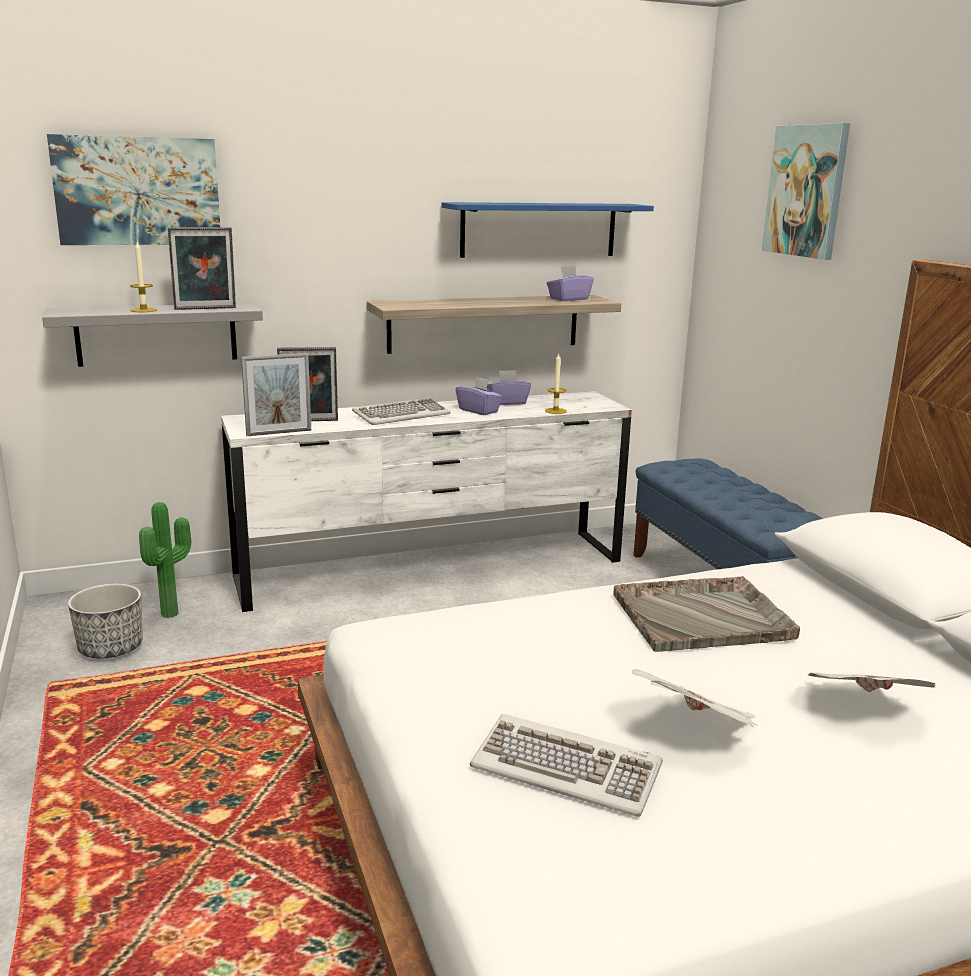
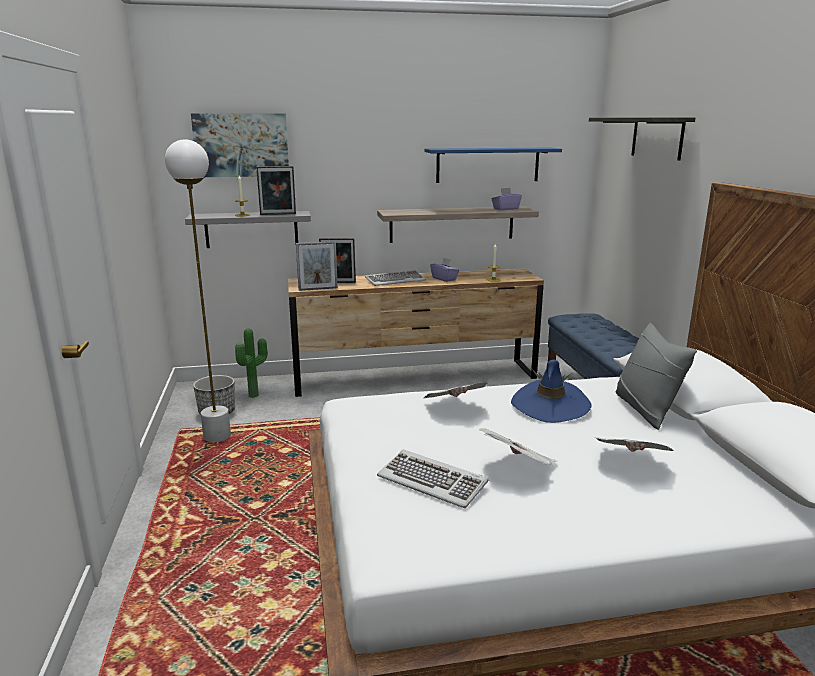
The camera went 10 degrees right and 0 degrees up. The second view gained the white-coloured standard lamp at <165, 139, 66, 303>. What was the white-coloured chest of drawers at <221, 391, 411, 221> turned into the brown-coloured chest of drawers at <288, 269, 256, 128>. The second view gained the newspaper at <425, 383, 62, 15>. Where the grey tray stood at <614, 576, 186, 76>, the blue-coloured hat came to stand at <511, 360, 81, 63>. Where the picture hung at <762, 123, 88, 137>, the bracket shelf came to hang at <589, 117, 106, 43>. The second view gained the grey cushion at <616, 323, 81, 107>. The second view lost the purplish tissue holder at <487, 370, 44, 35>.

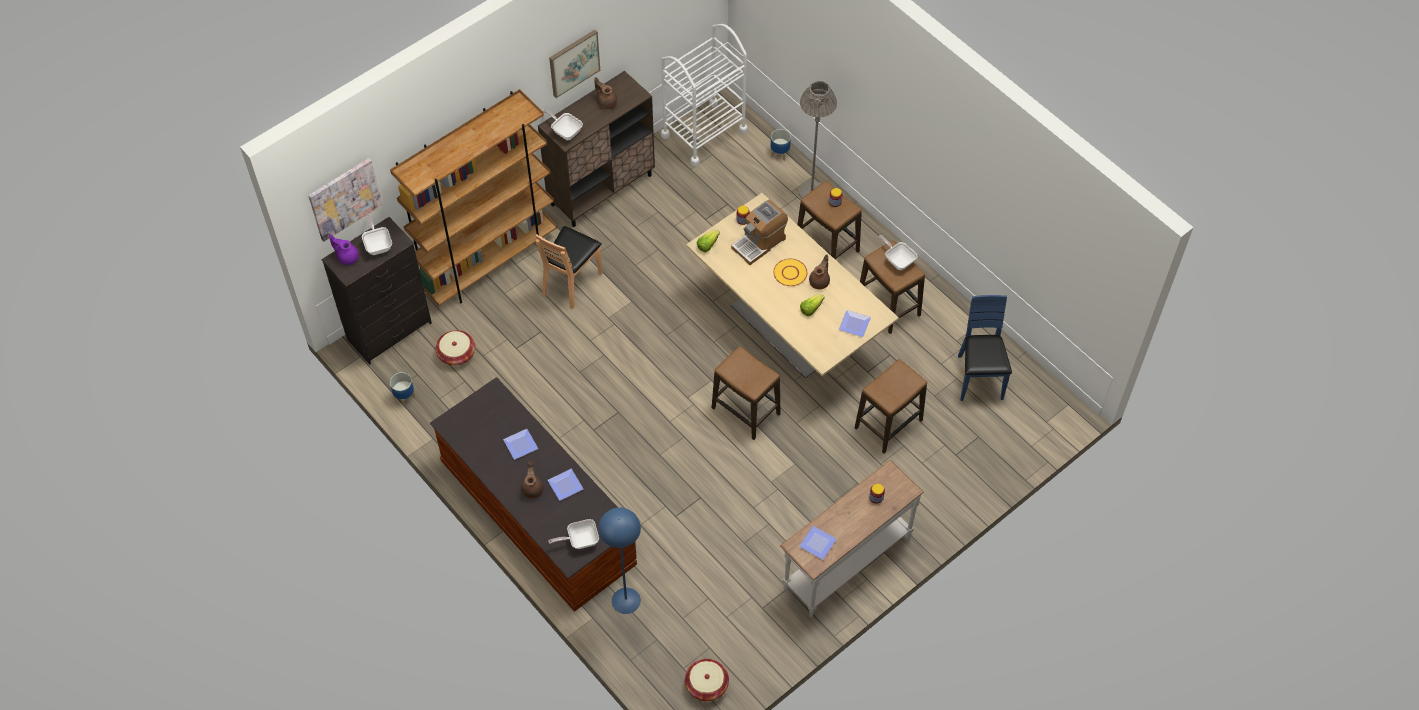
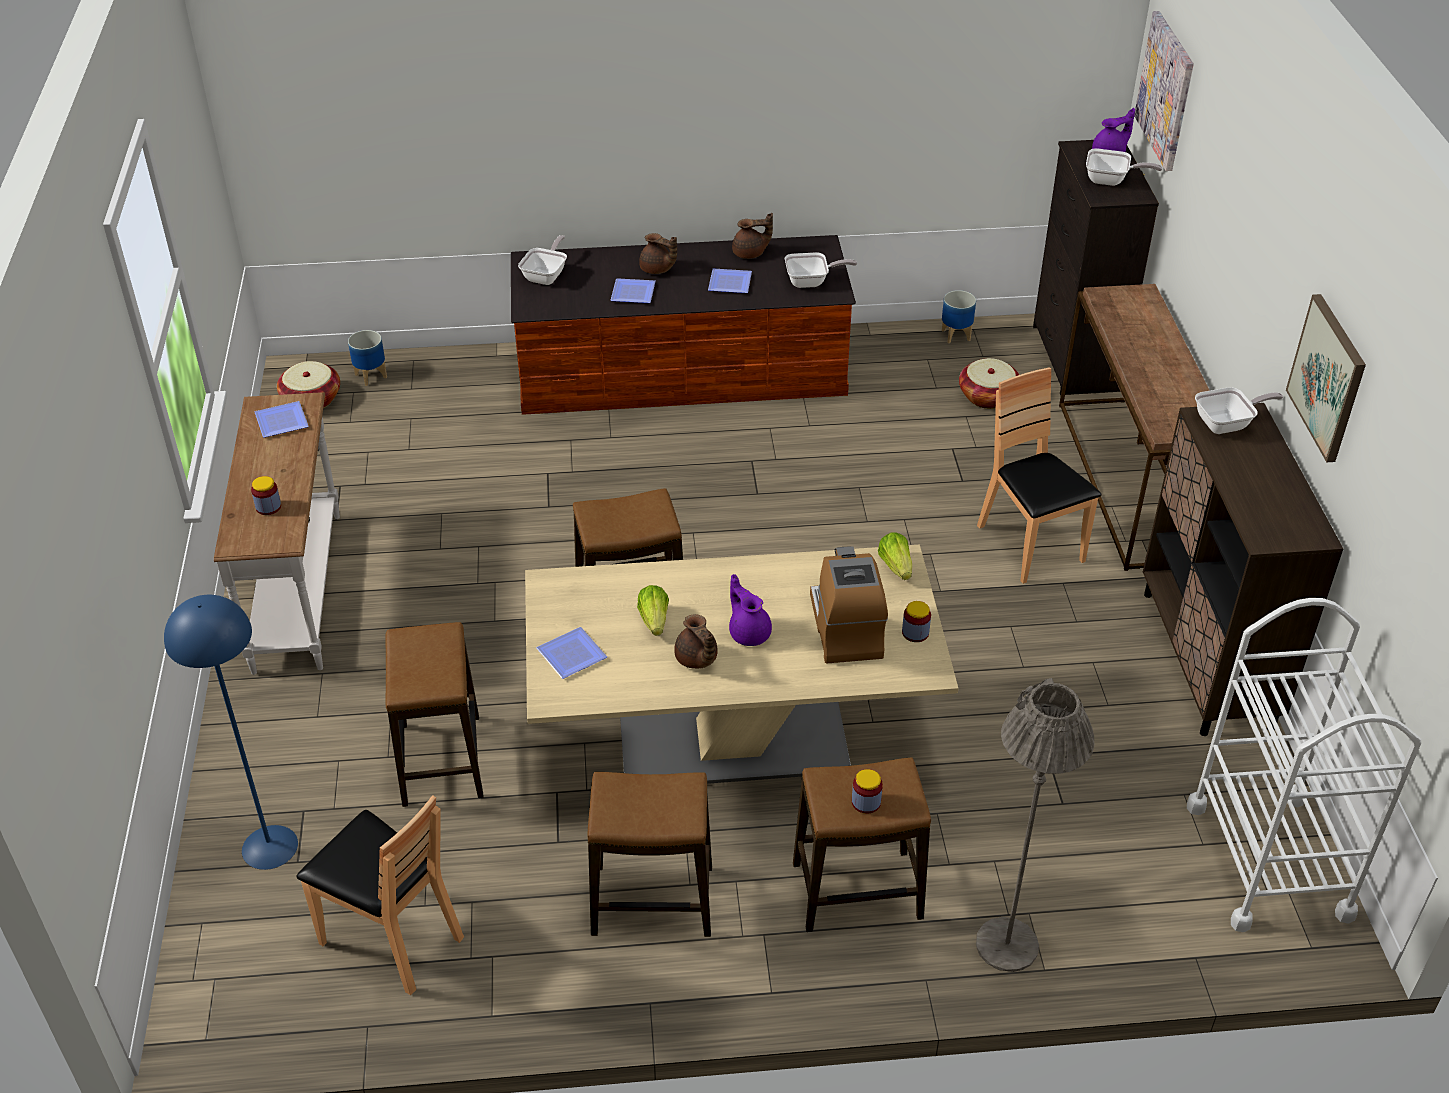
The camera went 125 degrees right and 15 degrees down. The blue-coloured standard lamp ended up elsewhere, having gone from <598, 508, 43, 106> to <164, 595, 134, 275>. What was the blue-coloured upright chair at <958, 295, 54, 106> turned into the brown-coloured upright chair at <297, 795, 167, 200>. The flower pot ended up elsewhere, having gone from <771, 129, 20, 32> to <348, 330, 39, 56>. Where the yellowish plate stood at <773, 258, 34, 28>, the purplish tea pot came to stand at <729, 574, 43, 72>. The brown-coloured tea pot ended up elsewhere, having gone from <594, 77, 23, 32> to <732, 213, 41, 46>. The frying pan ended up elsewhere, having gone from <879, 235, 38, 35> to <785, 252, 72, 36>. Where the brown-coloured bookcase stood at <390, 89, 167, 218>, the brown-coloured console table came to stand at <1059, 284, 151, 287>.

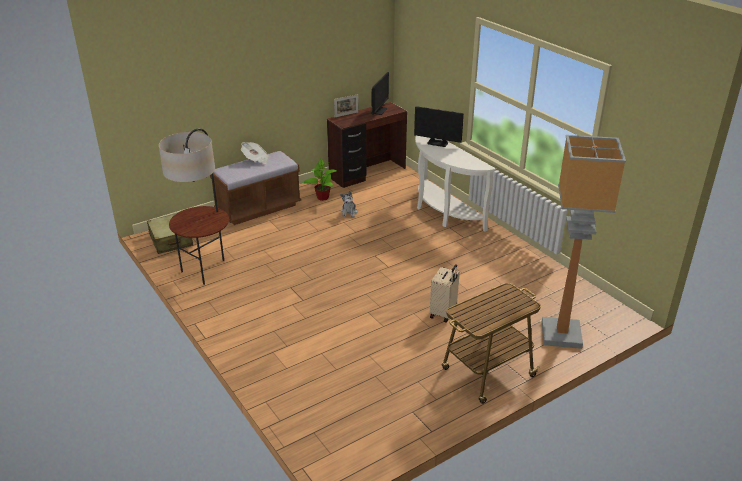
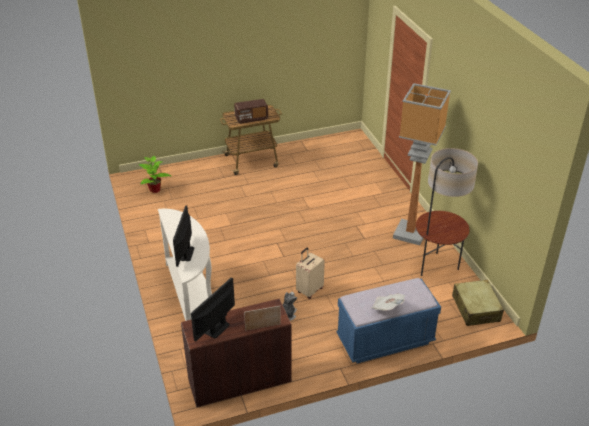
The camera went 165 degrees left and 5 degrees up. The plant in a pot ended up elsewhere, having gone from <302, 158, 35, 43> to <139, 156, 32, 37>. The monitor at <414, 106, 50, 41> ended up facing another way, 120 degrees counterclockwise from before. The second view gained the radio set at <234, 99, 34, 24>. The sand-coloured travel case ended up elsewhere, having gone from <430, 264, 30, 58> to <296, 248, 29, 51>. What was the brown-coloured bench at <210, 151, 91, 74> turned into the blue-coloured bench at <336, 278, 105, 85>. The standard lamp ended up elsewhere, having gone from <542, 135, 84, 214> to <393, 83, 58, 162>.

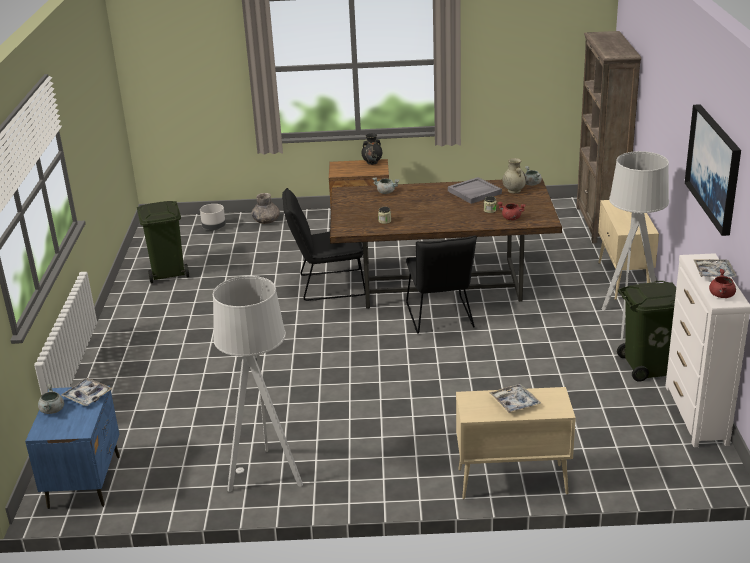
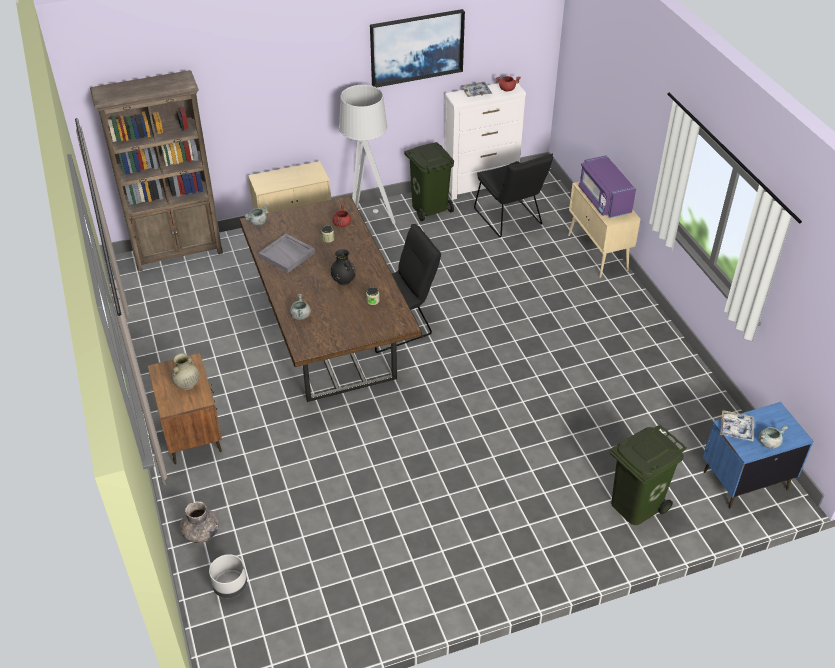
The camera went 110 degrees left and 15 degrees up. The sand-coloured decorative vase ended up elsewhere, having gone from <502, 158, 24, 35> to <171, 353, 28, 37>. The black-coloured decorative vase ended up elsewhere, having gone from <362, 133, 20, 32> to <331, 249, 25, 36>. The black-coloured upright chair ended up elsewhere, having gone from <282, 188, 83, 113> to <474, 153, 79, 84>. Where the tray stood at <489, 384, 52, 29>, the purplish microwave came to stand at <578, 155, 58, 63>. The greenish waste bin ended up elsewhere, having gone from <137, 201, 52, 83> to <610, 425, 77, 100>. The second view lost the grey standard lamp at <213, 276, 90, 216>.

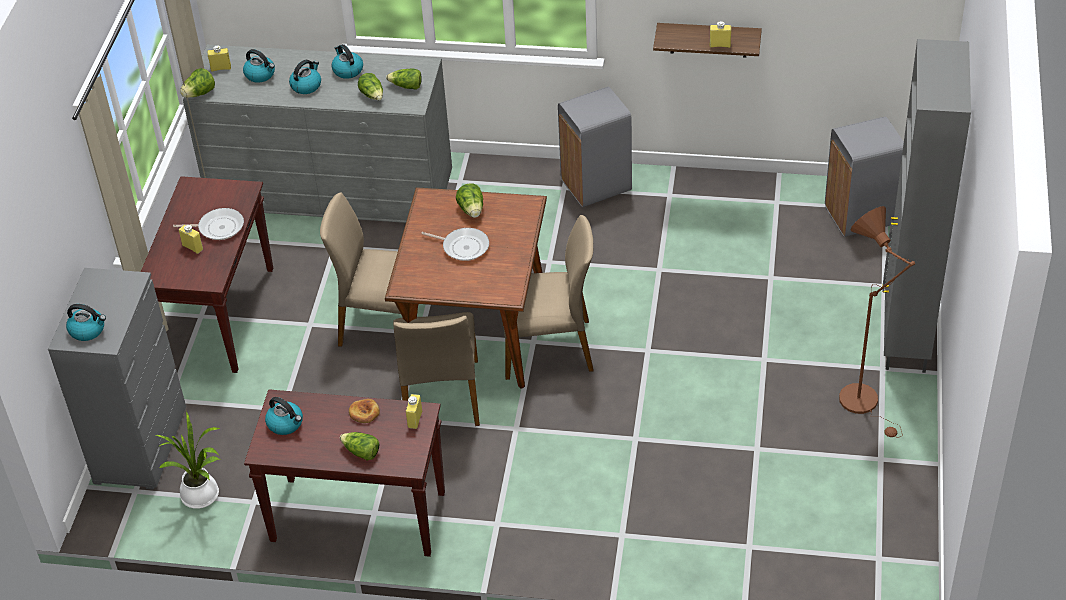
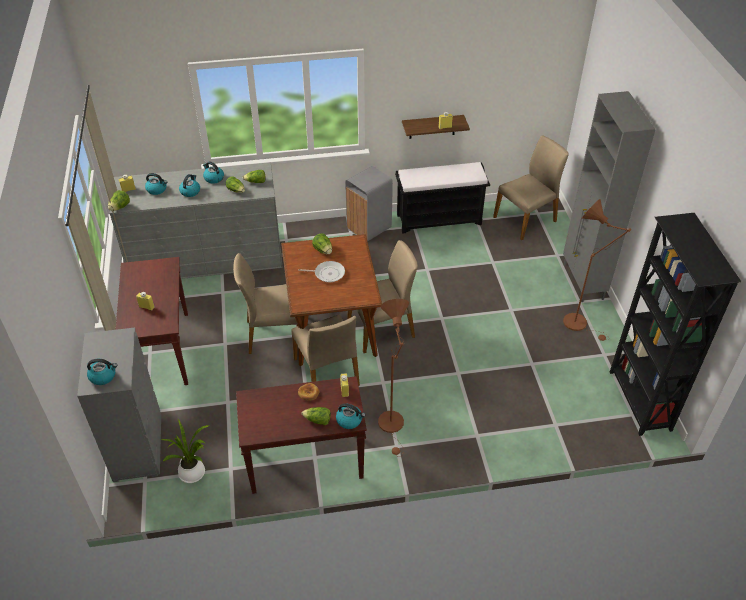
The camera went 20 degrees left and 0 degrees up. The tea kettle ended up elsewhere, having gone from <265, 397, 38, 38> to <336, 403, 29, 26>. The second view gained the brown-coloured standard lamp at <378, 299, 31, 156>. The second view gained the black-coloured bench at <395, 162, 95, 72>. Where the grey waste bin stood at <825, 116, 79, 121>, the sand-coloured upright chair came to stand at <493, 136, 76, 104>. The second view gained the black-coloured bookcase at <610, 213, 131, 223>. The second view lost the frying pan at <173, 208, 71, 32>.

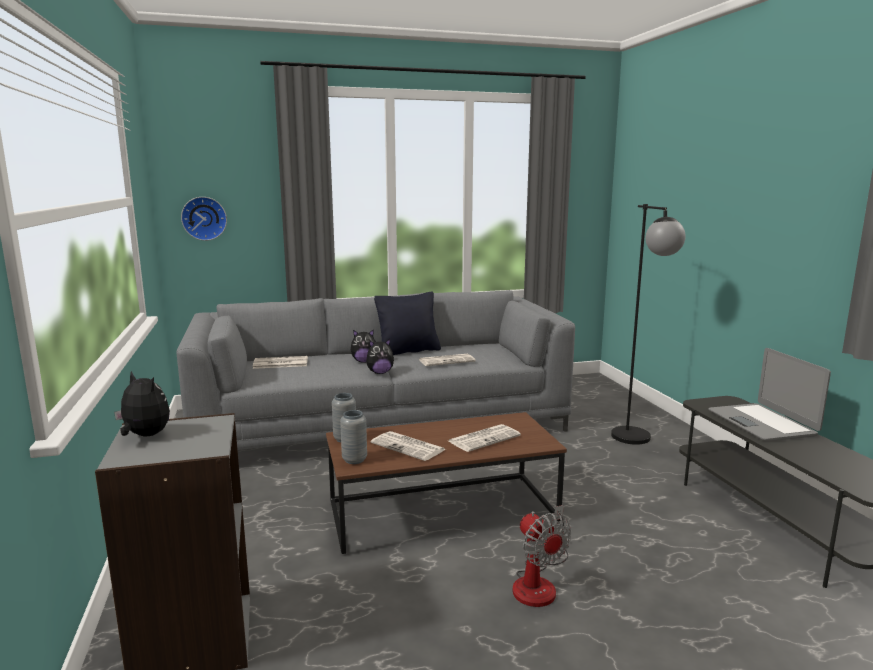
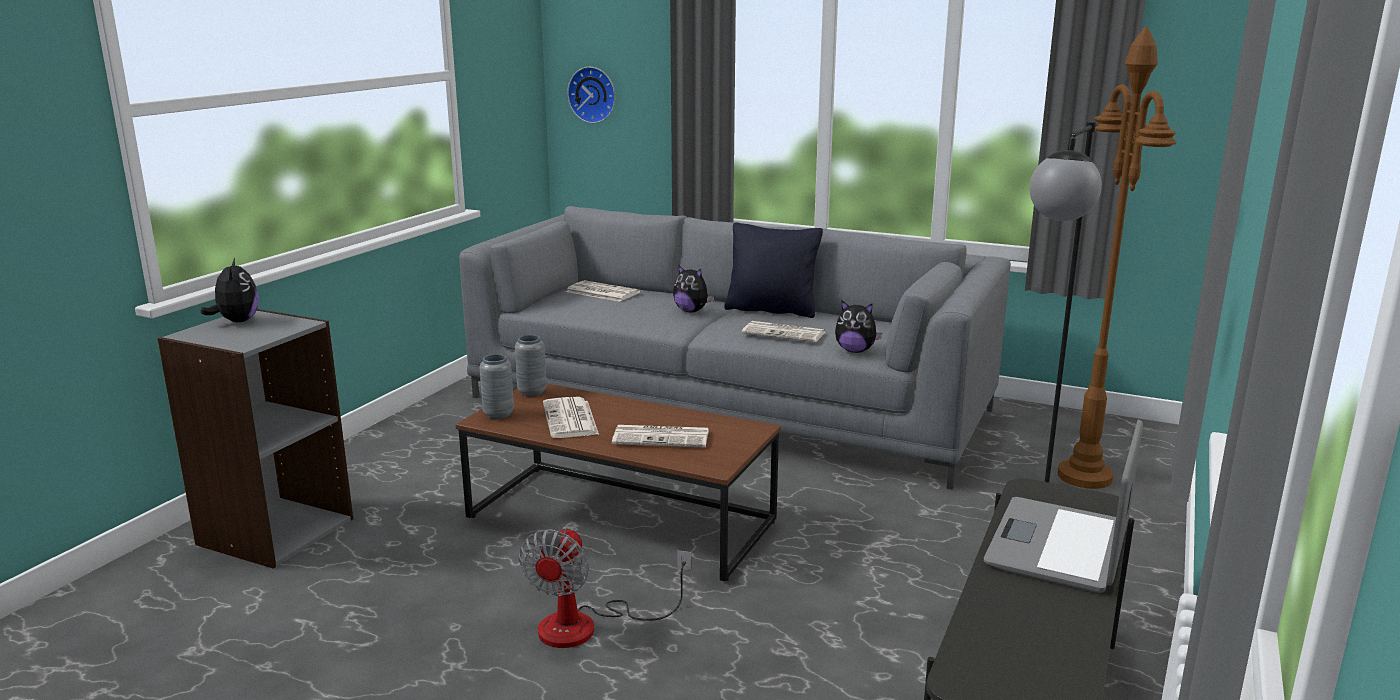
The camera went 40 degrees right and 5 degrees up. The plush toy ended up elsewhere, having gone from <366, 339, 28, 35> to <835, 301, 47, 52>. The second view gained the brown-coloured standard lamp at <1058, 25, 118, 464>.

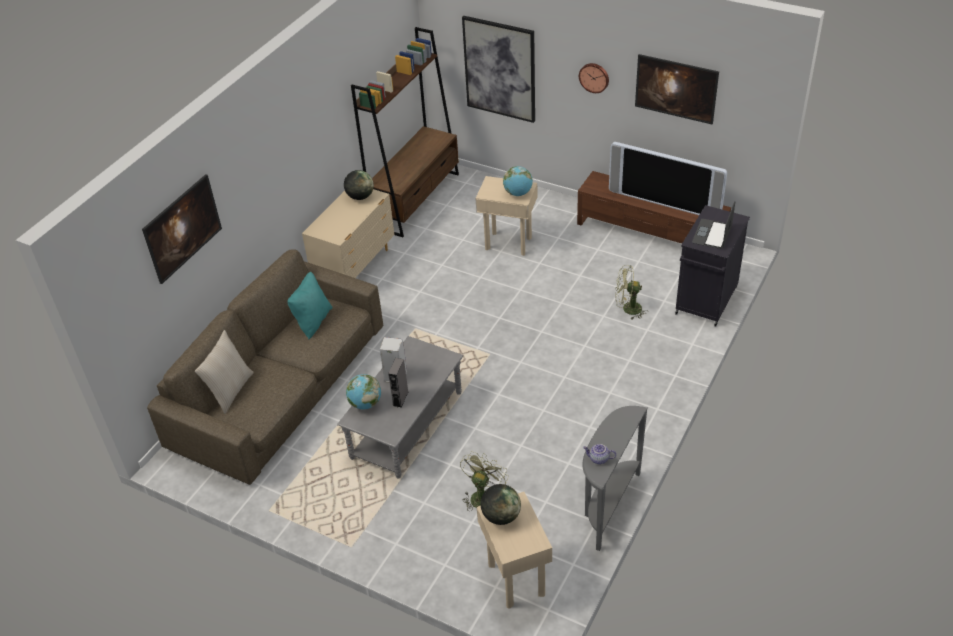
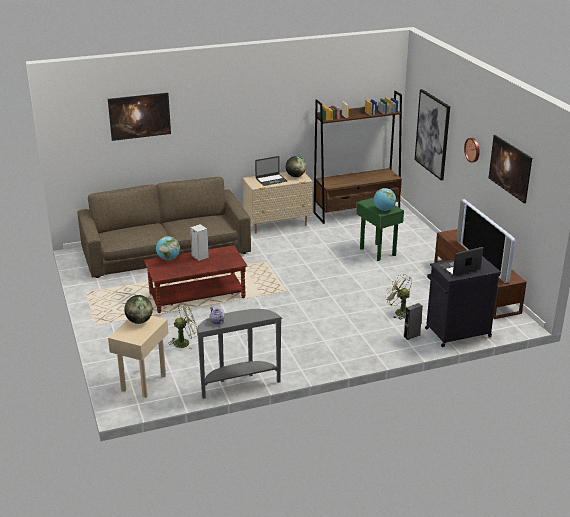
The camera went 40 degrees right and 15 degrees down. What was the grey coffee table at <337, 336, 126, 143> turned into the brown-coloured coffee table at <144, 245, 103, 68>. The second view gained the portable computer at <255, 156, 32, 30>. What was the sand-coloured end table at <476, 176, 61, 80> turned into the greenish end table at <356, 198, 48, 63>. The grey audio speaker ended up elsewhere, having gone from <388, 358, 20, 50> to <404, 303, 19, 37>. The second view lost the sand-coloured cushion at <195, 330, 59, 84>. The second view lost the blue-green cushion at <288, 271, 45, 69>.

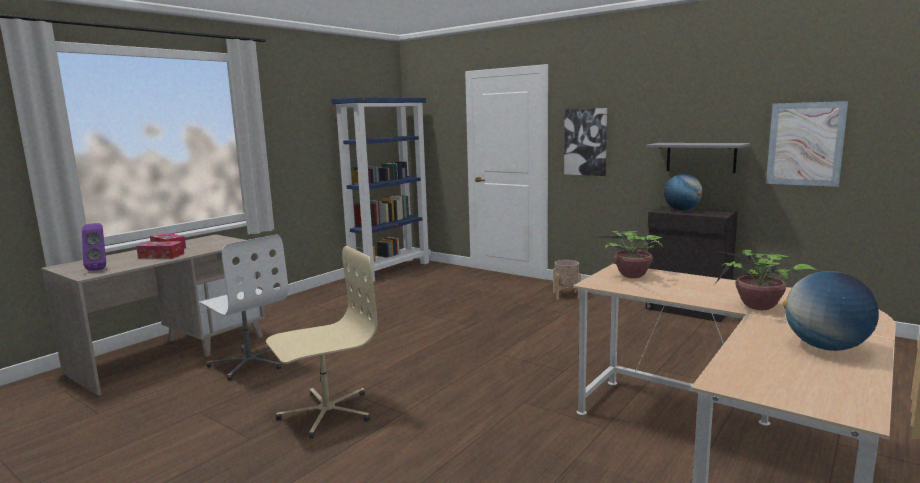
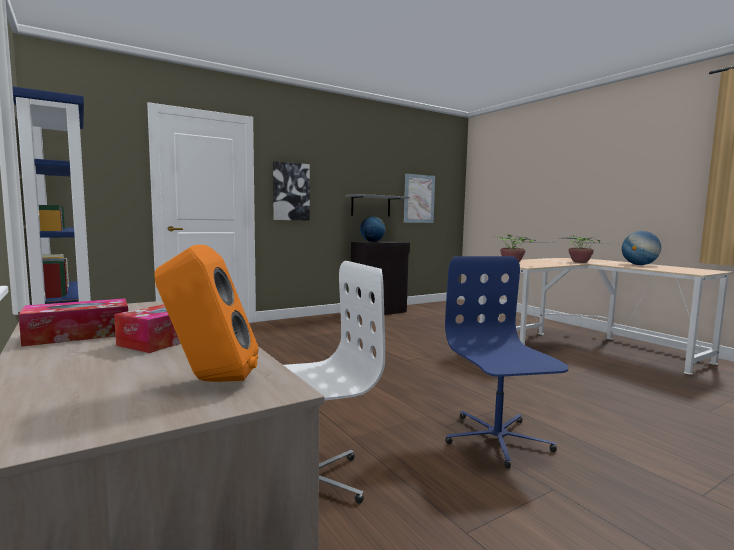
The camera went 70 degrees left and 5 degrees down. What was the purplish audio speaker at <82, 223, 24, 48> turned into the orange audio speaker at <154, 245, 104, 137>. What was the sand-coloured desk chair at <266, 246, 112, 193> turned into the blue-coloured desk chair at <445, 256, 124, 212>. The second view lost the sand-coloured flower pot at <553, 260, 28, 40>.

